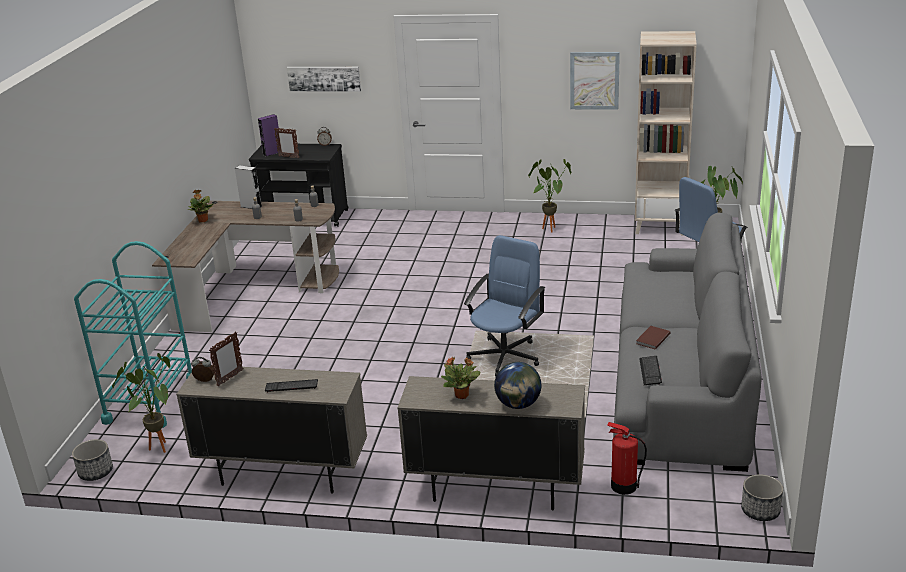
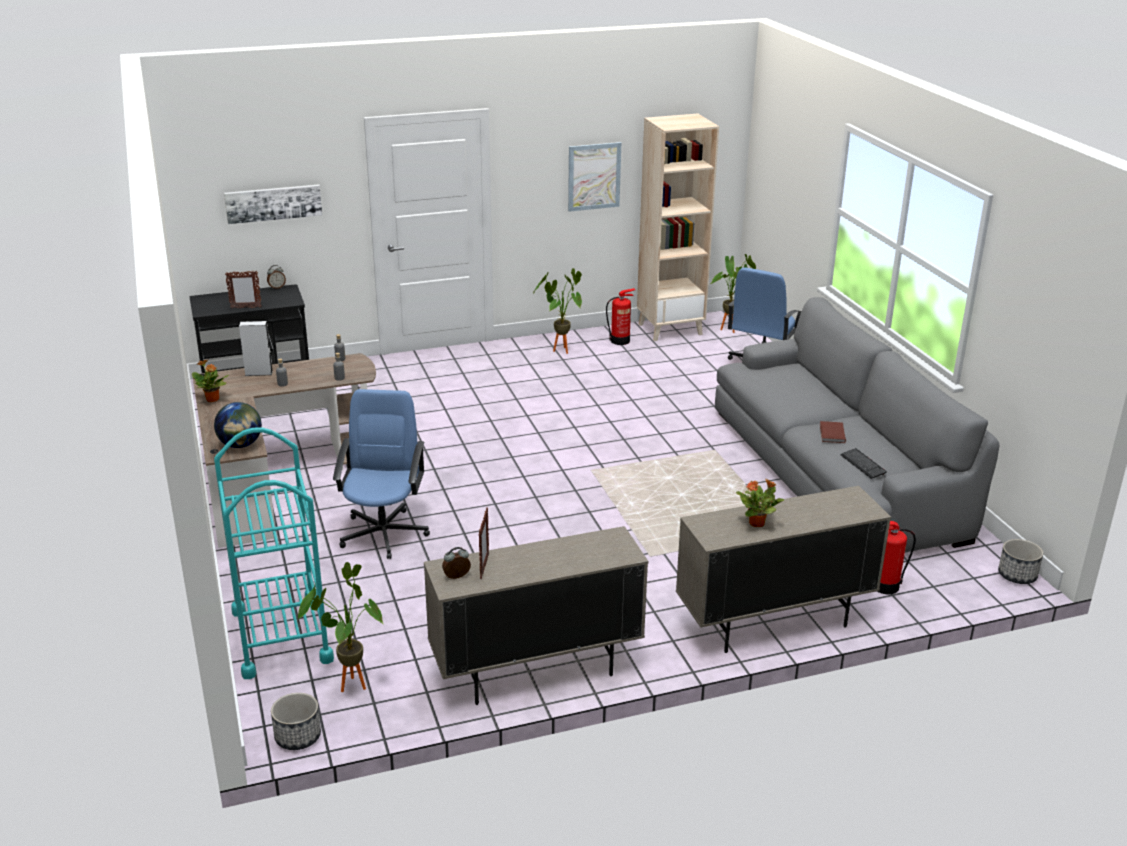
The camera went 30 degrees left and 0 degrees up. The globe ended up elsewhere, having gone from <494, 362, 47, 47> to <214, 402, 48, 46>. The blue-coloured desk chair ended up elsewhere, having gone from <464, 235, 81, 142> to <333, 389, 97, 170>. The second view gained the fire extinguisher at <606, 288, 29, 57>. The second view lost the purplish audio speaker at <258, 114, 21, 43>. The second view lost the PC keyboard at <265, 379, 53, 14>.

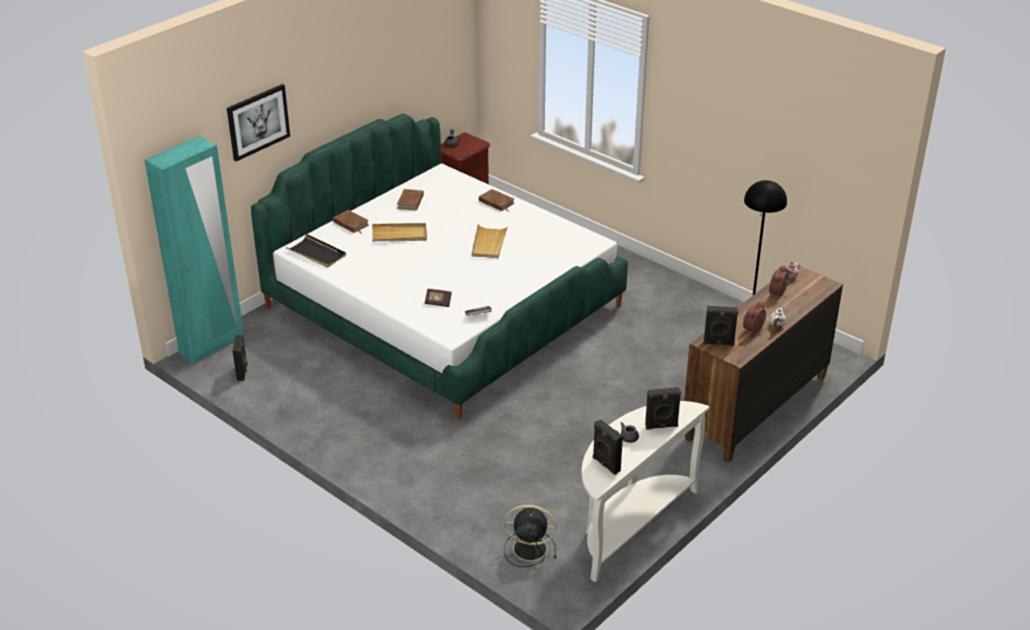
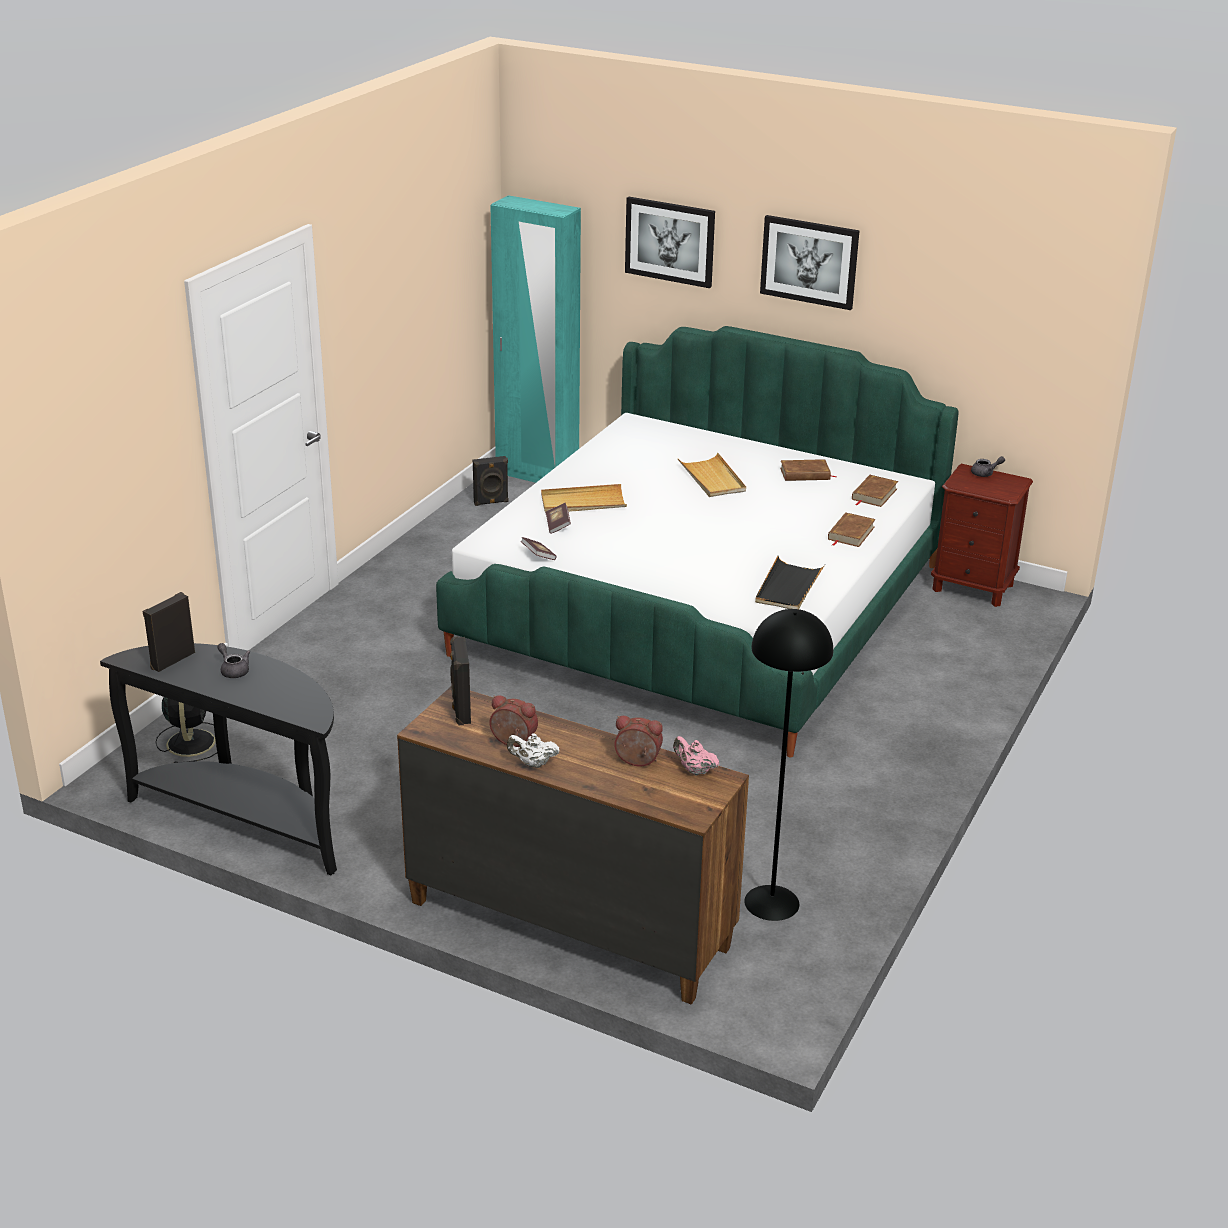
The camera went 75 degrees right and 5 degrees down. What was the white-coloured console table at <582, 401, 127, 181> turned into the black-coloured console table at <100, 643, 237, 232>. The sand-coloured tray ended up elsewhere, having gone from <472, 224, 36, 34> to <541, 484, 86, 28>. The black-coloured tray ended up elsewhere, having gone from <286, 234, 60, 34> to <755, 556, 70, 53>. The second view gained the picture at <760, 215, 100, 95>. The brown-coloured bound book ended up elsewhere, having gone from <333, 210, 36, 23> to <852, 475, 46, 32>. The second view lost the black-coloured audio speaker at <645, 387, 36, 43>.

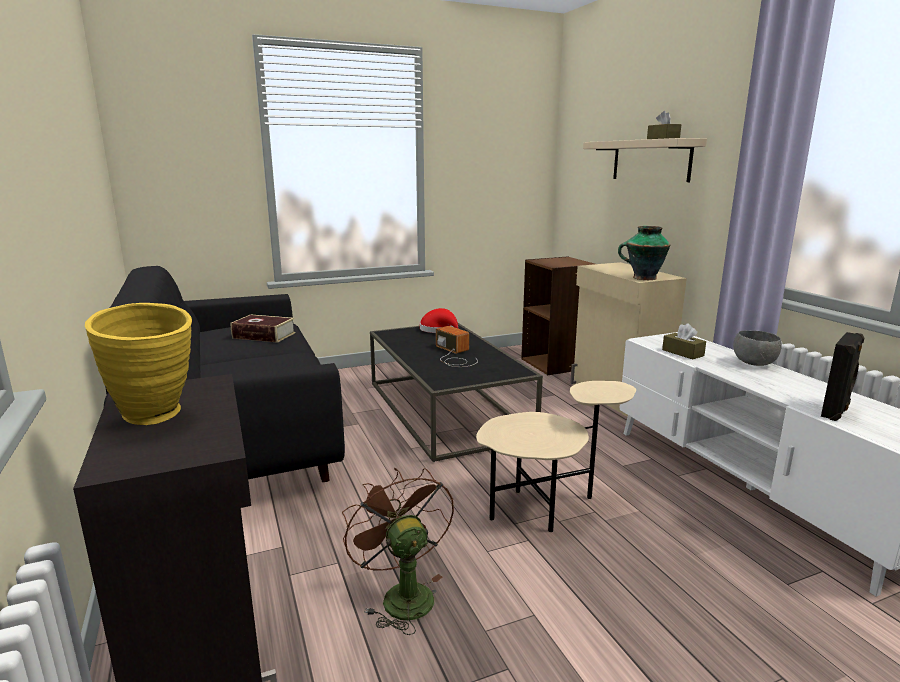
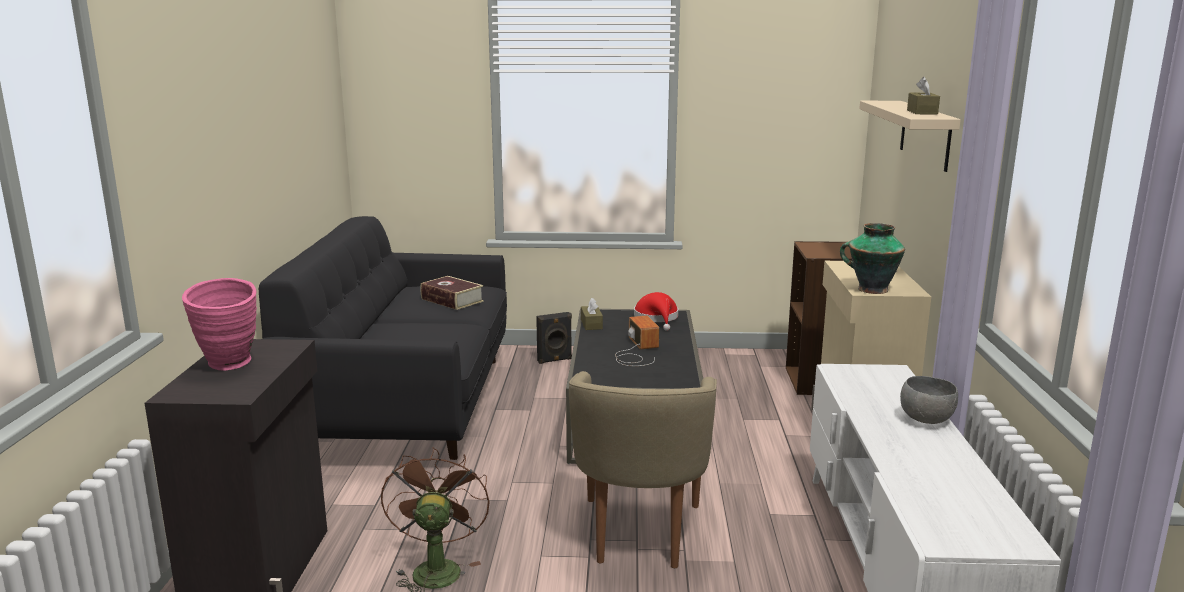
The camera went 25 degrees right and 0 degrees up. What was the yellowish decorative vase at <85, 303, 107, 122> turned into the pink-coloured decorative vase at <182, 278, 75, 92>. The black-coloured audio speaker ended up elsewhere, having gone from <821, 332, 44, 89> to <536, 312, 36, 52>. Where the sand-coloured end table stood at <476, 381, 160, 151>, the sand-coloured easy chair came to stand at <569, 371, 148, 197>. The brown-coloured tissue holder ended up elsewhere, having gone from <662, 323, 44, 36> to <581, 298, 22, 32>.

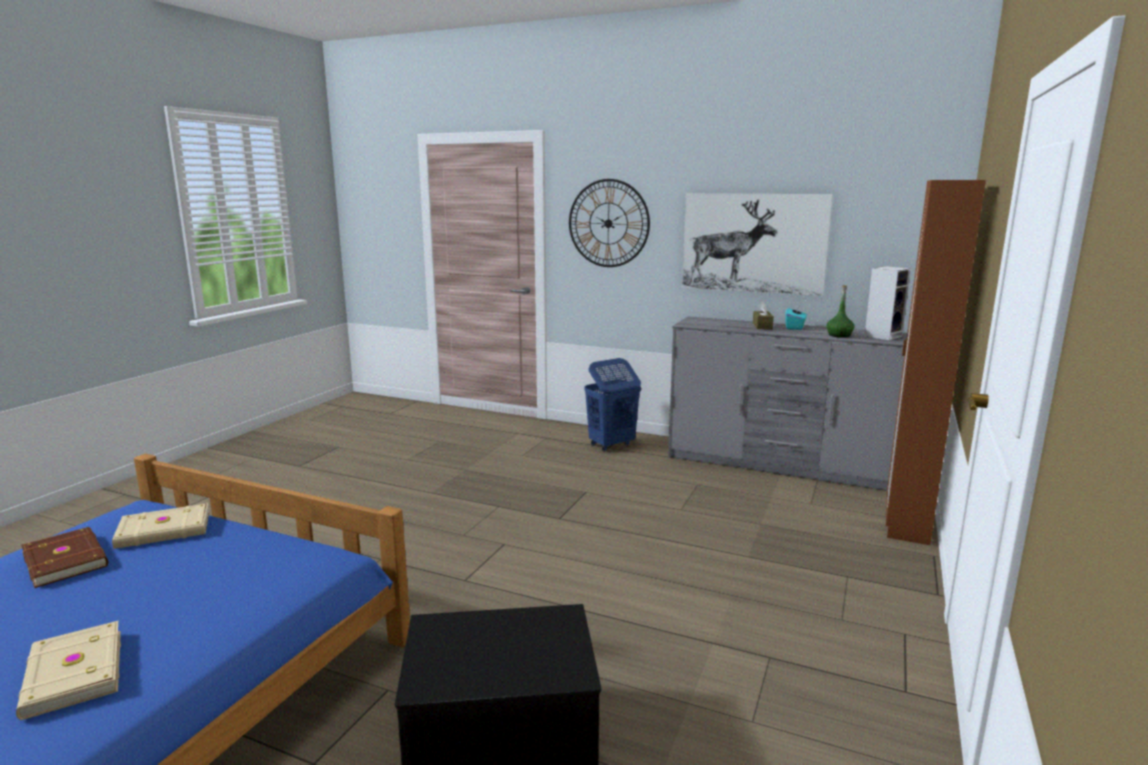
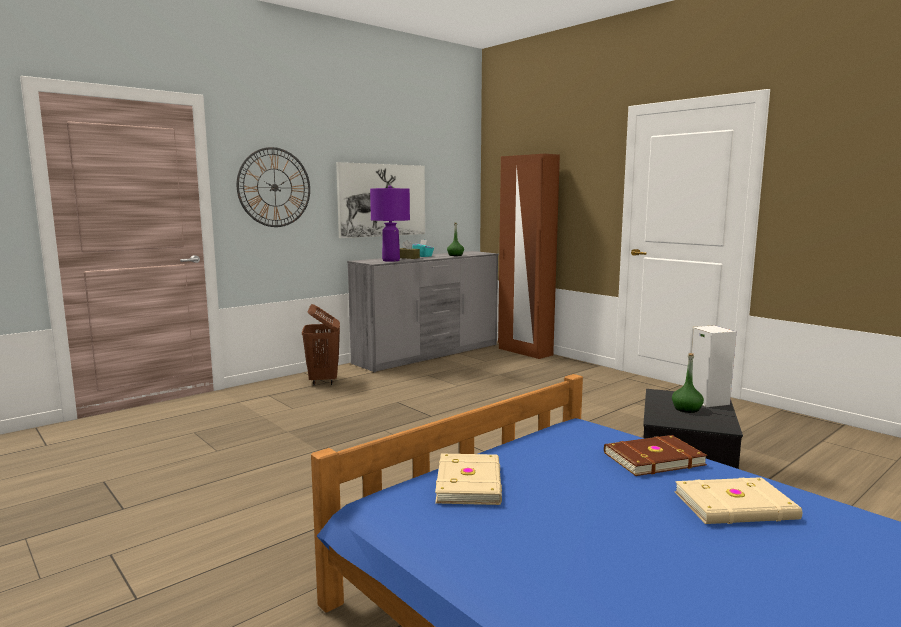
The camera went 65 degrees left and 5 degrees down. What was the blue-coloured washing basket at <585, 358, 56, 94> turned into the brown-coloured washing basket at <302, 304, 38, 82>. The second view gained the purplish lamp for a table at <370, 185, 40, 77>. The brown-coloured bound book ended up elsewhere, having gone from <21, 527, 87, 61> to <604, 435, 104, 41>. The second view gained the greenish beverage bottle at <672, 353, 32, 60>. The audio speaker ended up elsewhere, having gone from <864, 266, 47, 74> to <690, 325, 46, 82>.

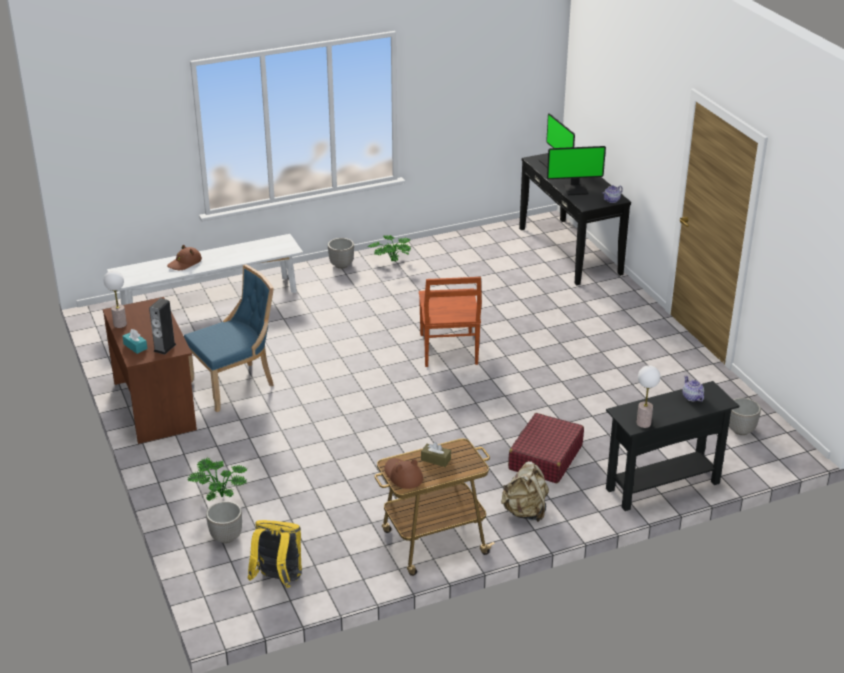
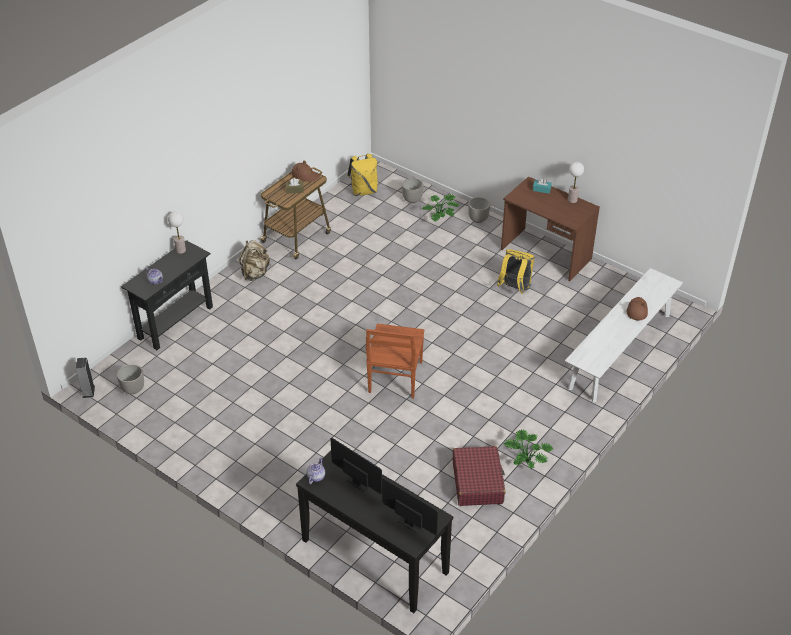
The camera went 150 degrees right and 10 degrees up. The audio speaker ended up elsewhere, having gone from <149, 298, 27, 57> to <76, 358, 19, 40>. The monitor at <547, 146, 59, 49> ended up facing another way, 75 degrees clockwise from before. The brown-coloured upright chair at <419, 277, 63, 90> ended up facing another way, 135 degrees counterclockwise from before. The reddish travel case ended up elsewhere, having gone from <508, 413, 76, 70> to <453, 446, 52, 60>. The flower pot ended up elsewhere, having gone from <328, 238, 26, 31> to <468, 197, 22, 26>. Where the blue-coloured upright chair stood at <184, 264, 90, 148>, the yellowish knapsack came to stand at <497, 249, 37, 45>.

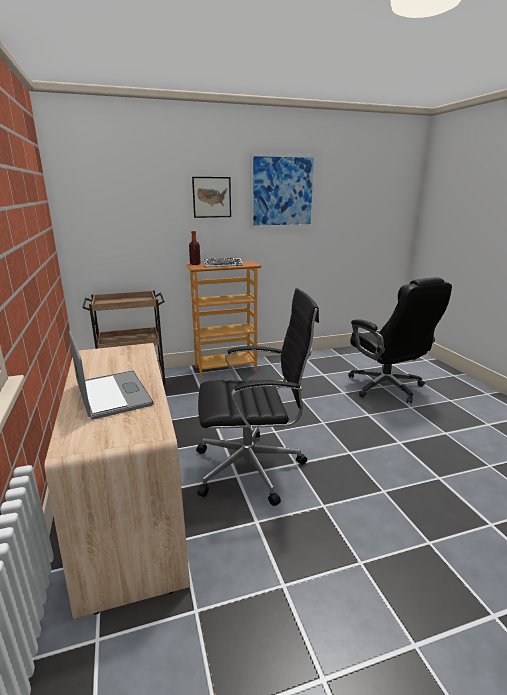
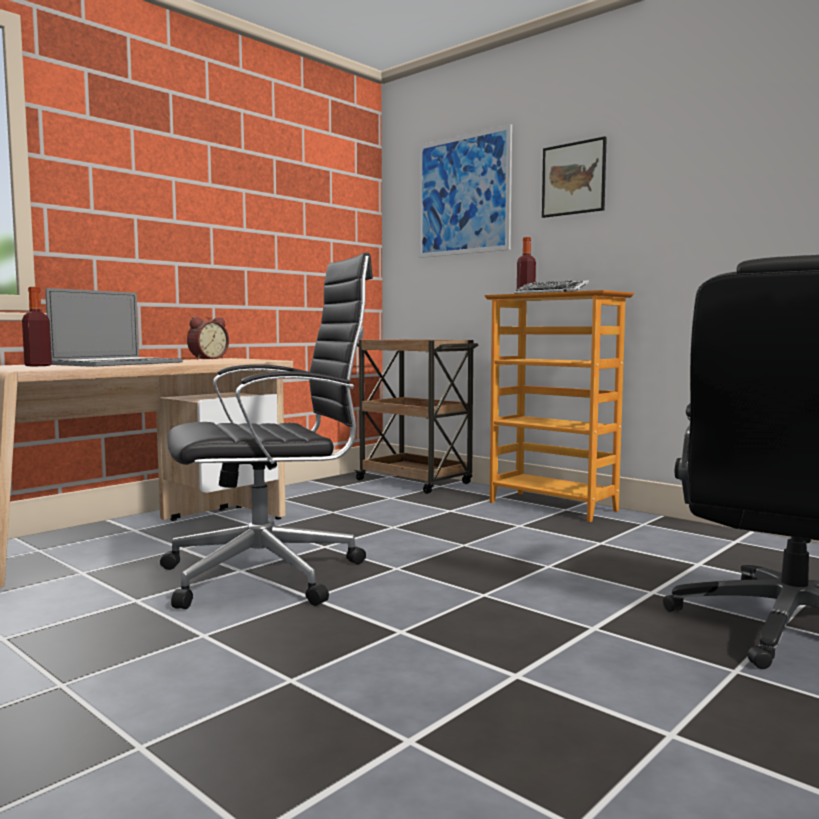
The camera went 60 degrees right and 15 degrees down. The second view gained the beverage bottle at <22, 287, 30, 79>. The black-coloured desk chair at <196, 288, 123, 218> ended up facing another way, 75 degrees counterclockwise from before. The second view gained the table clock at <187, 317, 42, 43>. The picture ended up elsewhere, having gone from <250, 153, 67, 75> to <419, 124, 93, 134>.

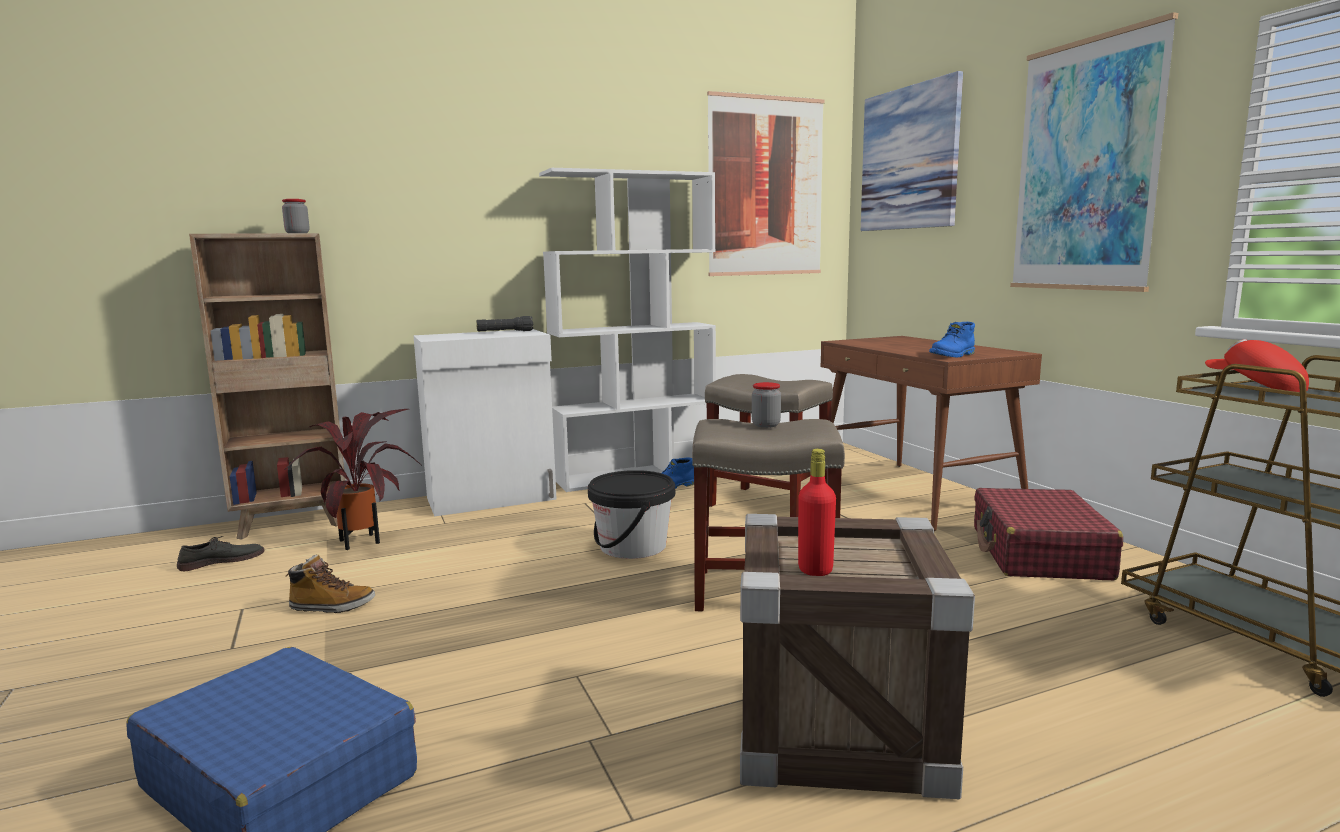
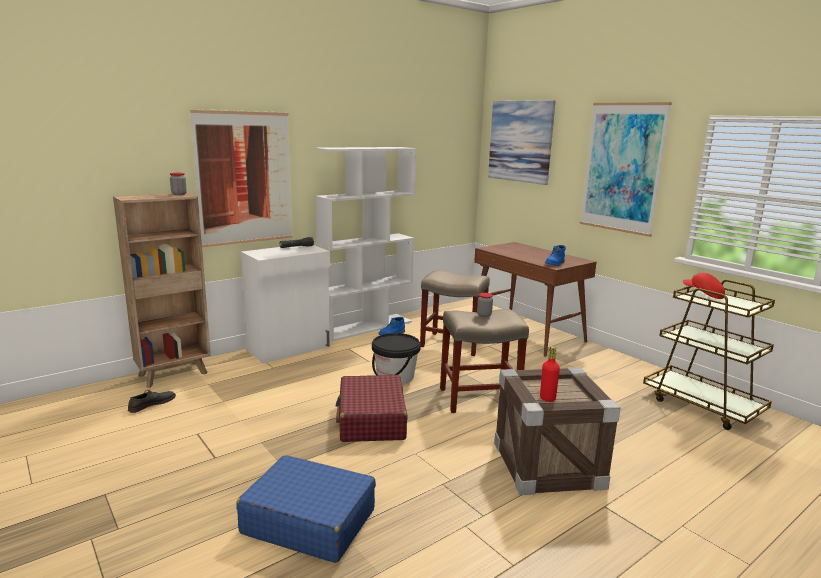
The camera went 15 degrees left and 5 degrees up. The picture ended up elsewhere, having gone from <707, 91, 118, 185> to <190, 109, 103, 138>. The reddish travel case ended up elsewhere, having gone from <974, 488, 149, 92> to <336, 375, 72, 67>. The second view lost the plant in a pot at <283, 409, 138, 141>. The second view lost the boot at <286, 555, 89, 58>.

